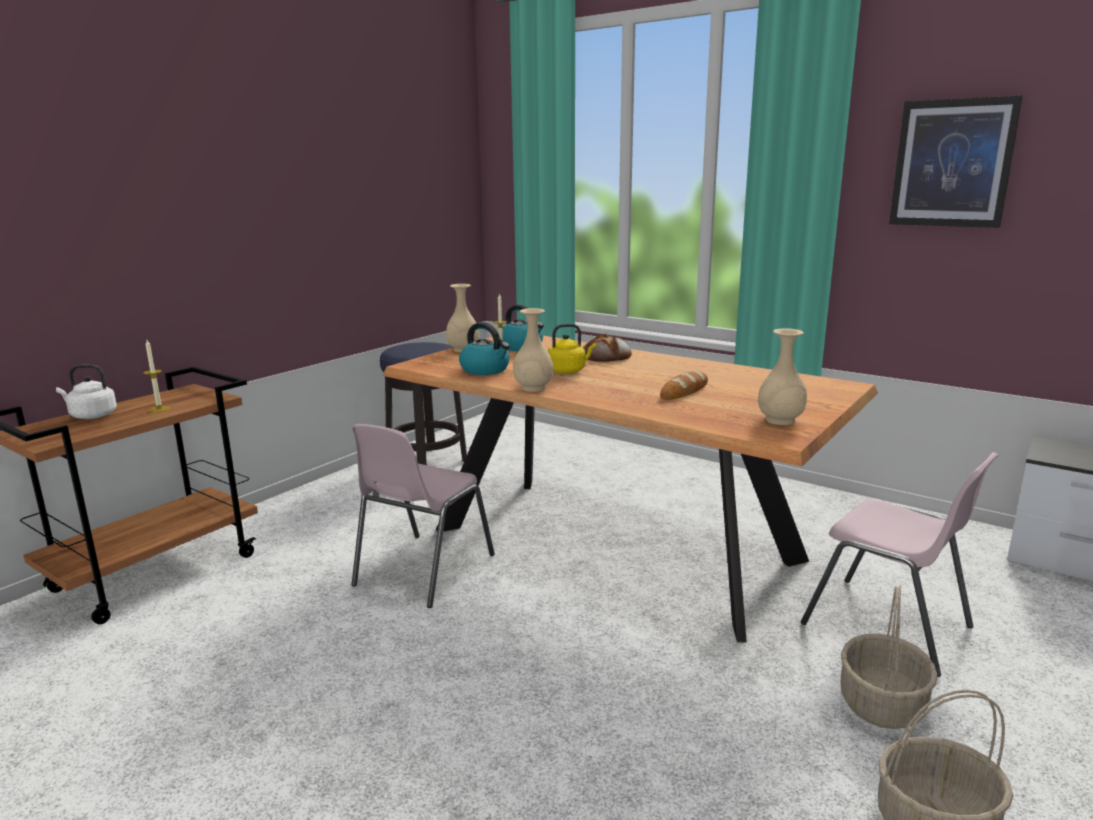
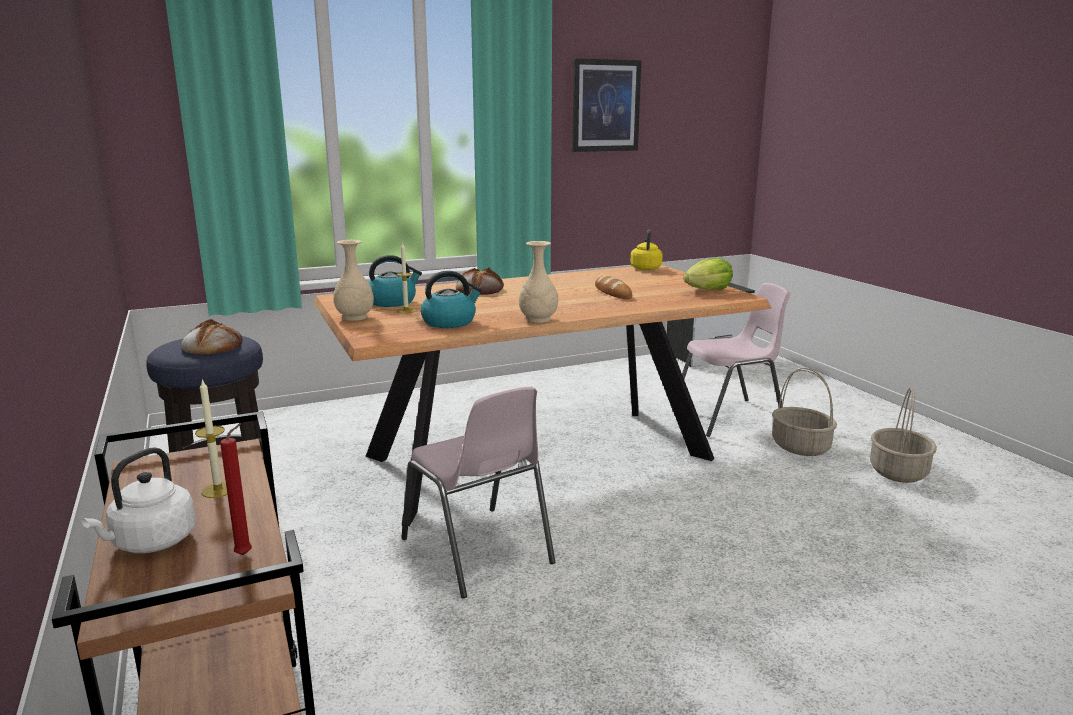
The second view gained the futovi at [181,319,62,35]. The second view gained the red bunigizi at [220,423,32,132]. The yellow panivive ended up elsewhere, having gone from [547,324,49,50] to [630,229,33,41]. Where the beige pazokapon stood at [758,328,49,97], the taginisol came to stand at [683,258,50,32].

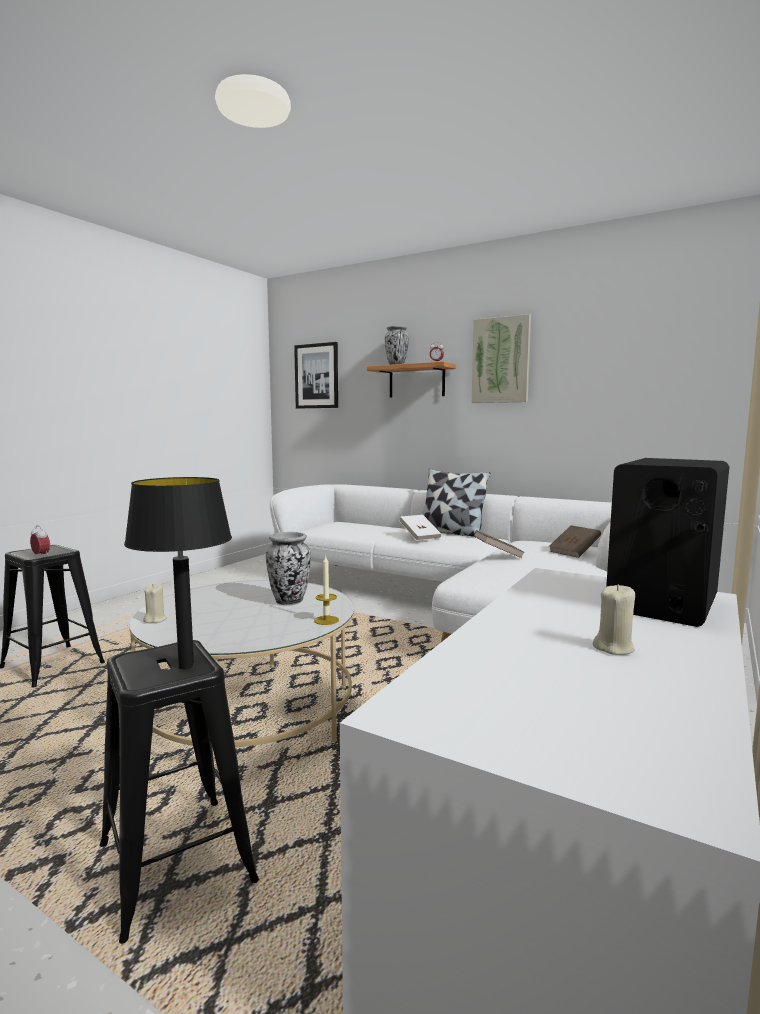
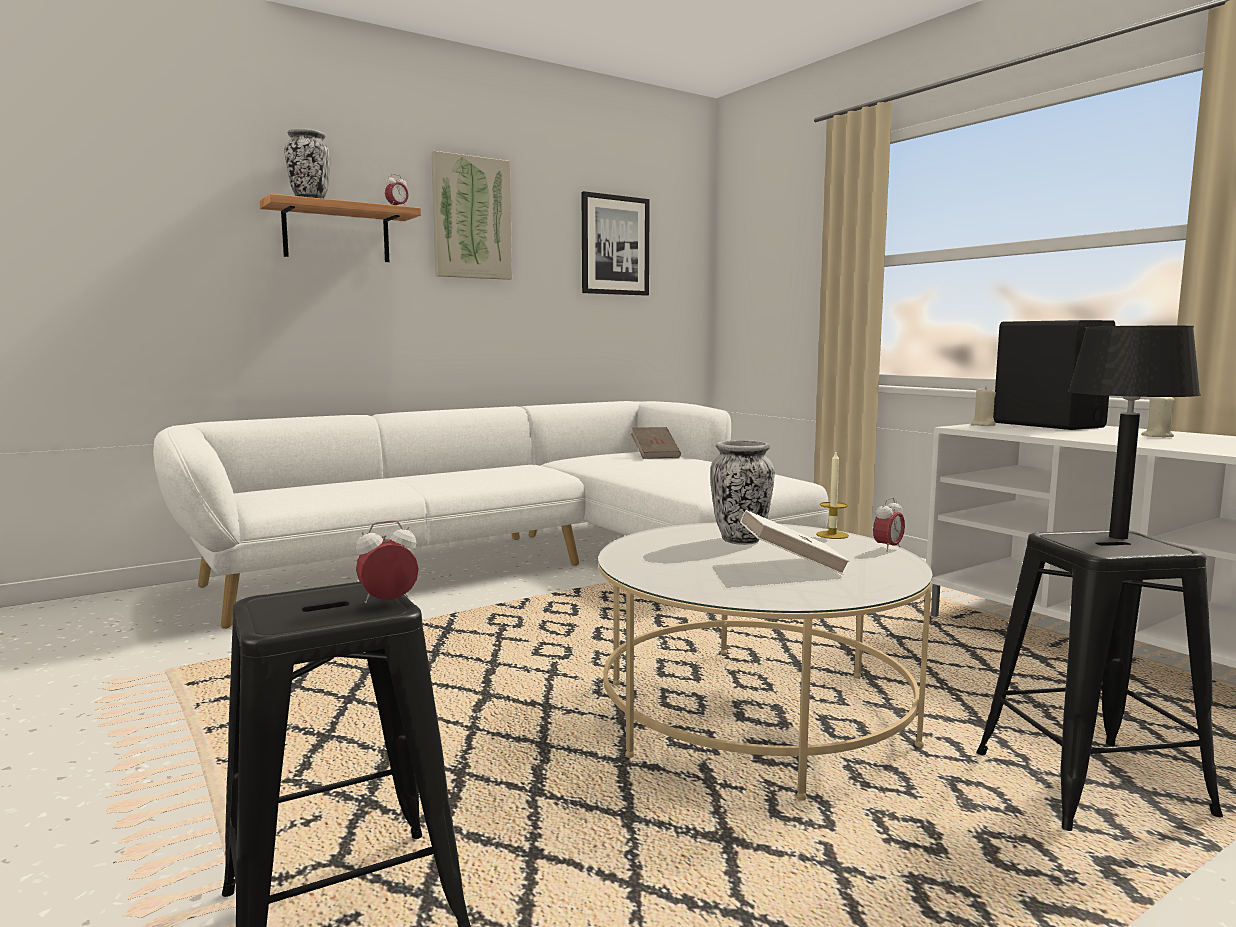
The second view lost the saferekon at [422,469,68,68]. The second view lost the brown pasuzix at [474,530,51,28]. The second view gained the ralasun at [873,498,32,54]. The beige bunigizi ended up elsewhere, having gone from [143,584,24,39] to [971,386,25,40]. The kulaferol ended up elsewhere, having gone from [294,342,44,66] to [582,191,68,105]. The white pasuzix ended up elsewhere, having gone from [399,515,42,26] to [740,510,110,65].

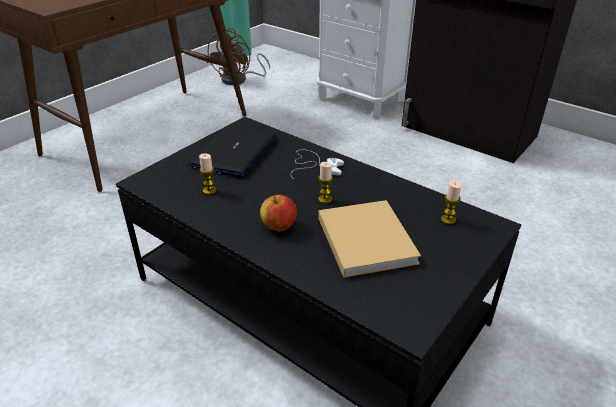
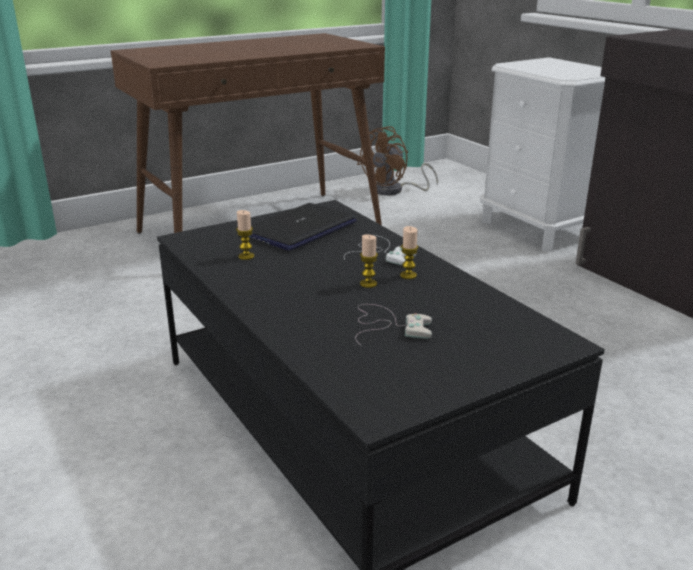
The second view lost the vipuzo at [260,195,37,37]. The bunigizi ended up elsewhere, having gone from [441,180,21,44] to [400,226,18,53]. Where the beige pasuzix stood at [318,200,103,78], the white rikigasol came to stand at [355,304,77,42].

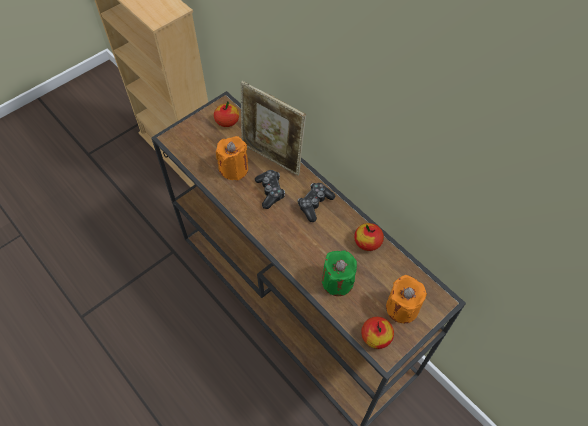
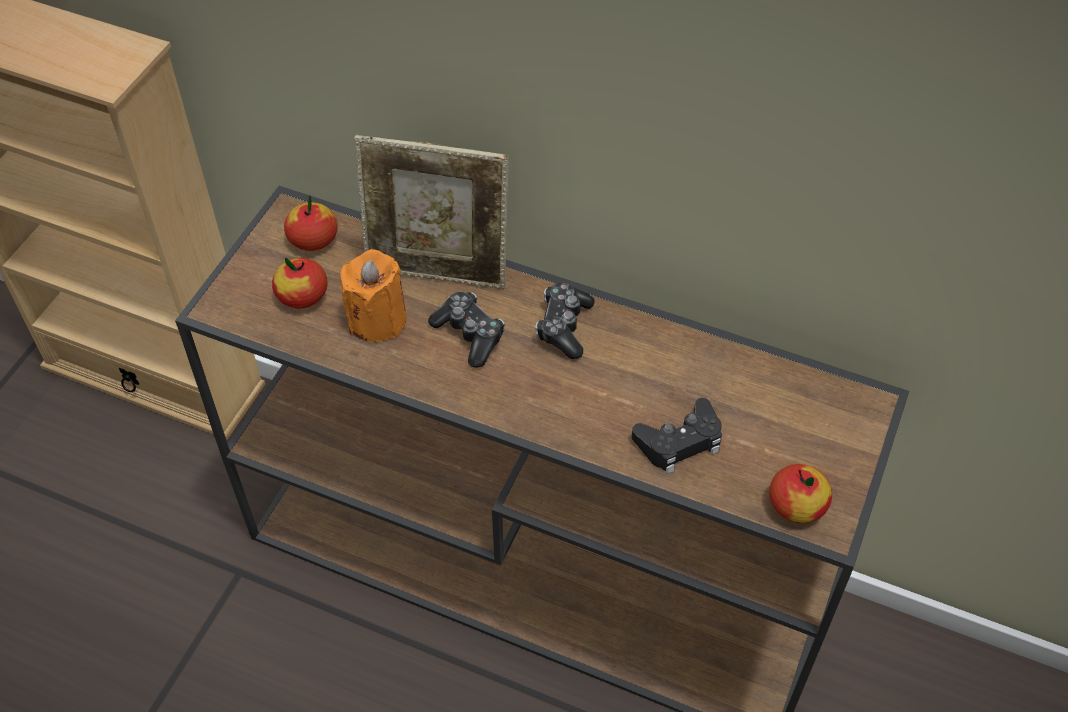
The second view lost the orange bunigizi at [386,275,41,48]. The vipuzo ended up elsewhere, having gone from [354,223,30,28] to [272,258,55,50]. Where the green bunigizi stood at [322,250,35,46], the black rikigasol came to stand at [632,398,90,76].

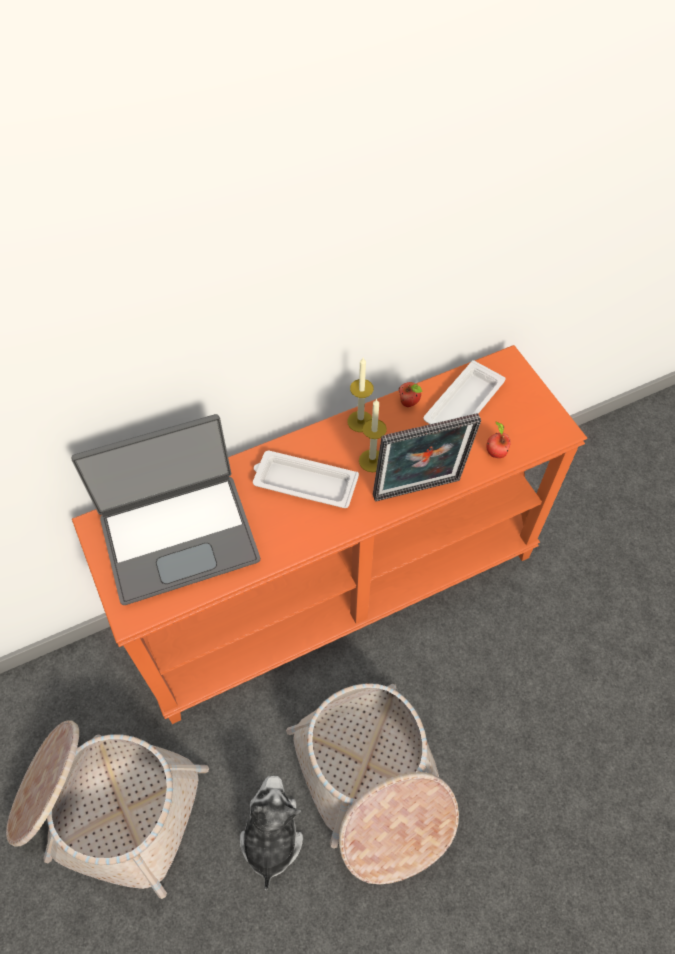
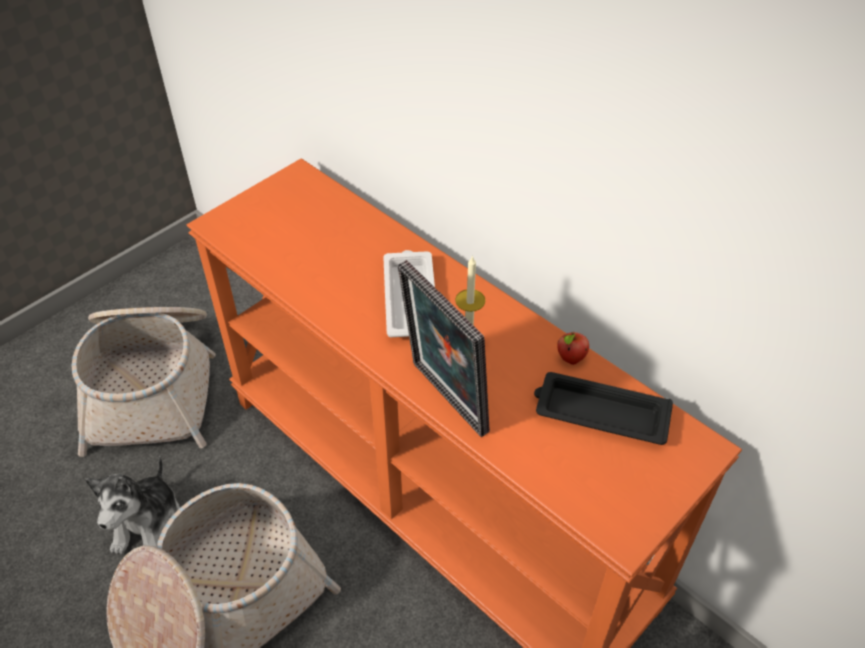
The second view lost the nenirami at [71,414,189,191]. The second view lost the bunigizi at [348,358,26,74]. The second view lost the vipuzo at [486,422,25,36]. What was the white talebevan at [423,360,83,64] turned into the black talebevan at [534,372,139,73]. The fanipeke at [240,775,63,116] ended up facing another way, 120 degrees clockwise from before.

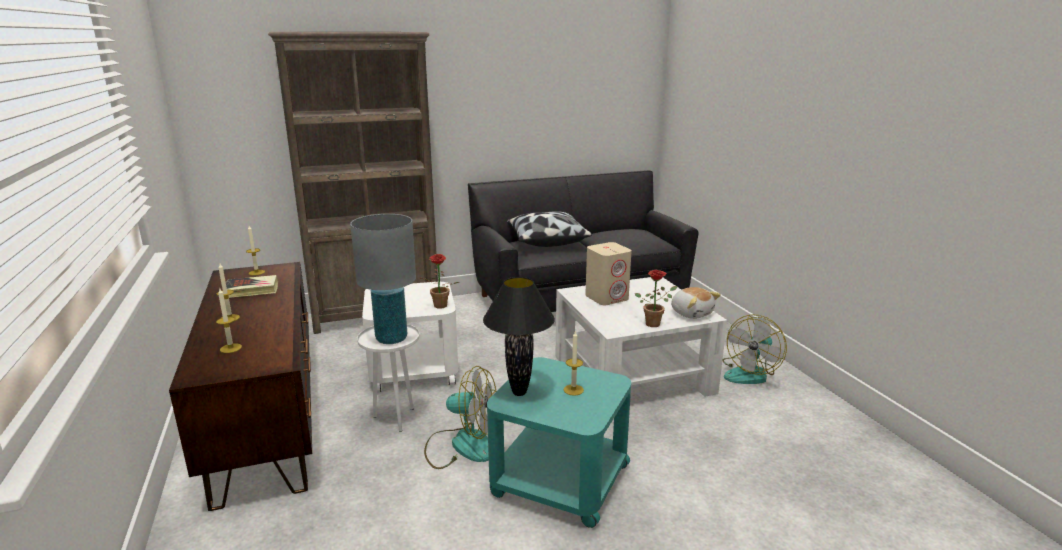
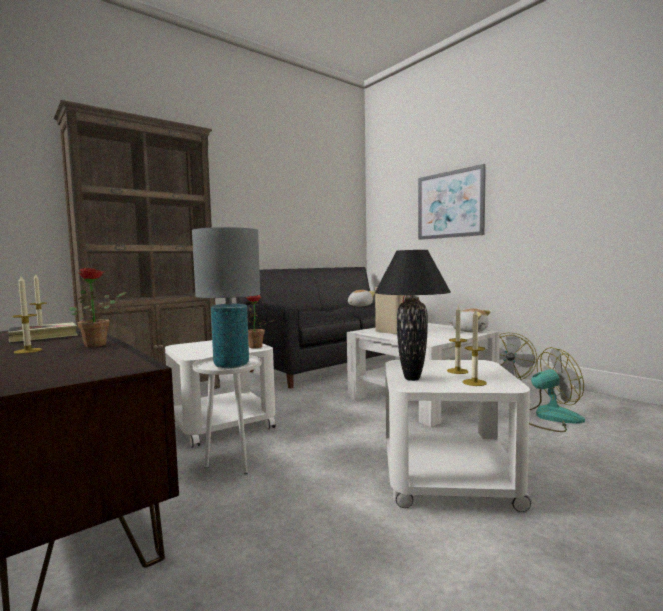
The second view lost the saferekon at [507,211,85,36]. The second view gained the fanipeke at [348,290,27,16]. The second view gained the kulaferol at [418,164,68,76]. The bunigizi ended up elsewhere, having gone from [216,287,26,66] to [463,309,24,77]. The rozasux ended up elsewhere, having gone from [424,366,73,103] to [529,347,56,85]. The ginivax ended up elsewhere, having gone from [635,270,42,57] to [69,268,57,79]. What was the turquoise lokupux at [487,357,144,171] turned into the white lokupux at [385,360,147,152].

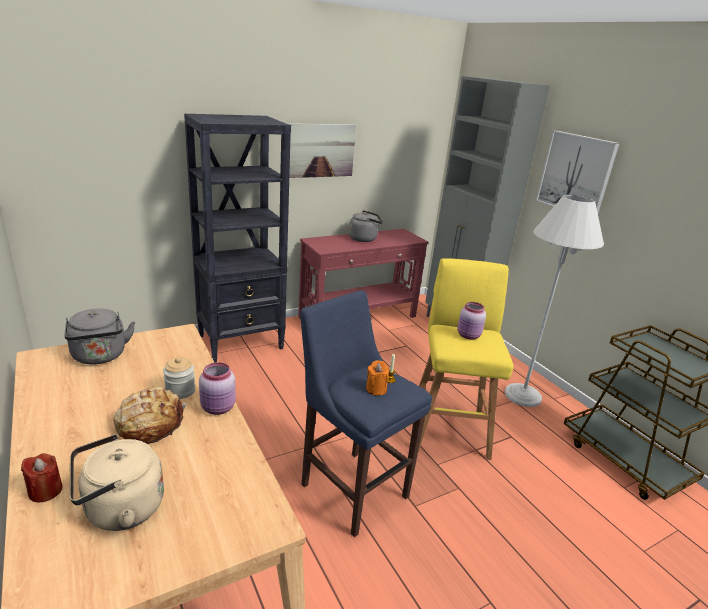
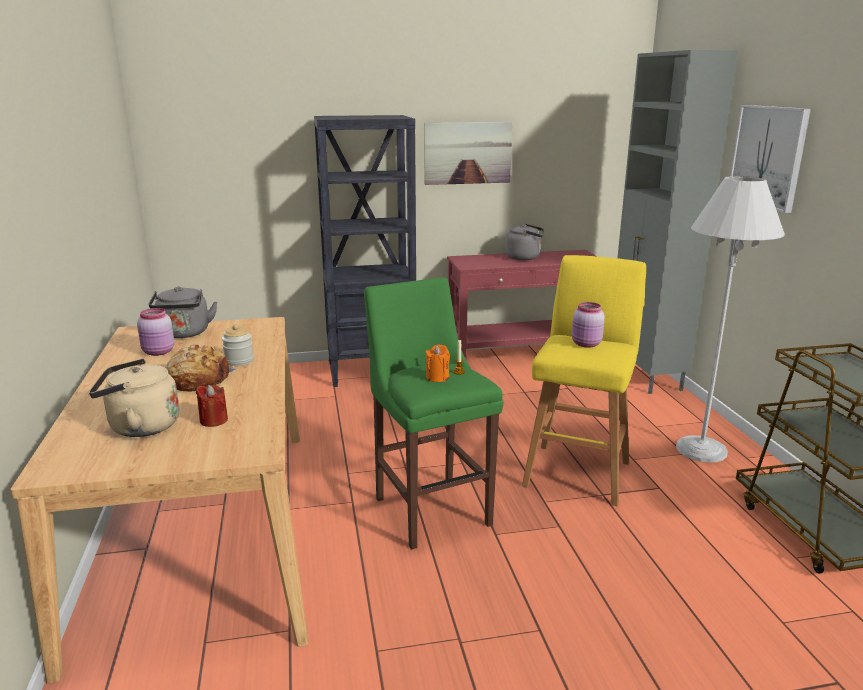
The red bunigizi ended up elsewhere, having gone from [21,453,41,49] to [196,385,32,42]. The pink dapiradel ended up elsewhere, having gone from [199,362,37,53] to [137,308,37,48]. What was the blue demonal at [300,290,132,247] turned into the green demonal at [364,277,139,273].

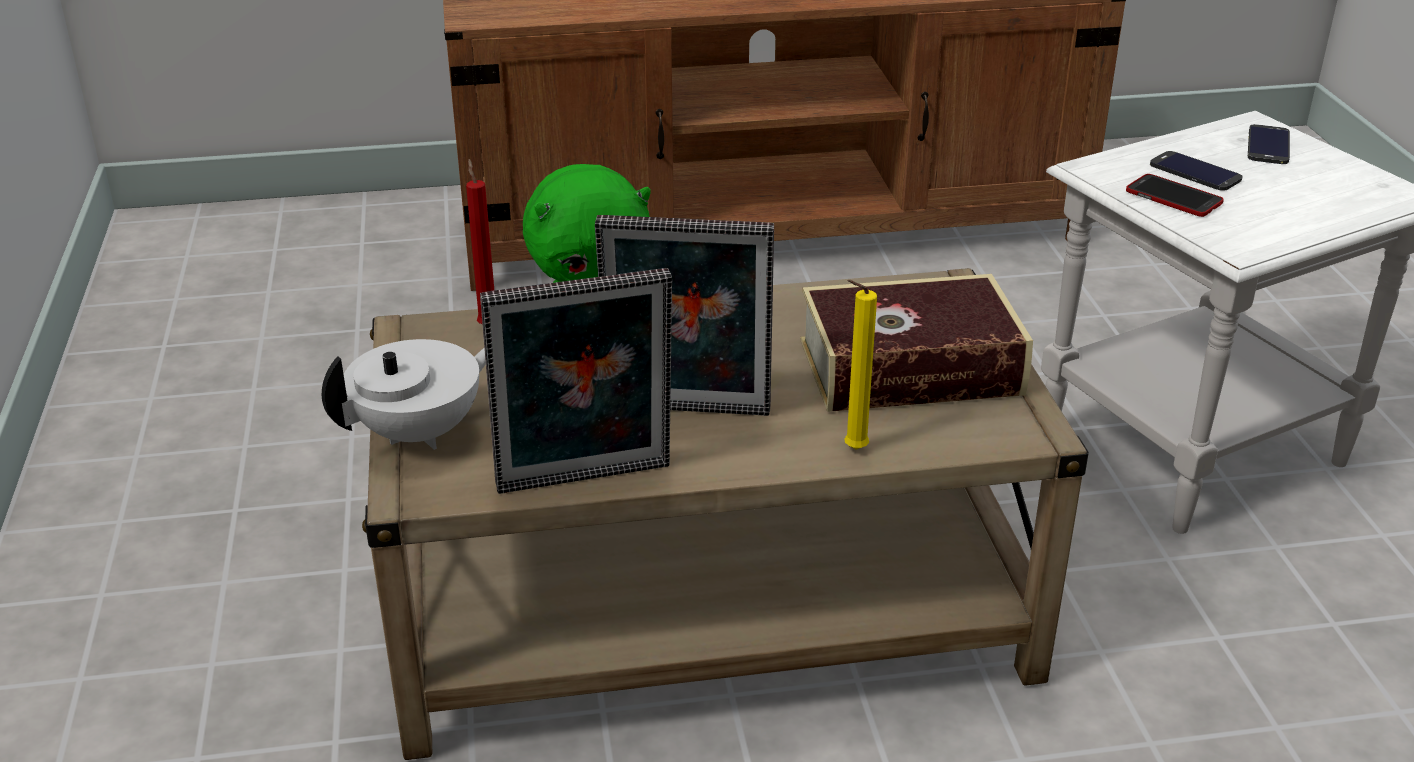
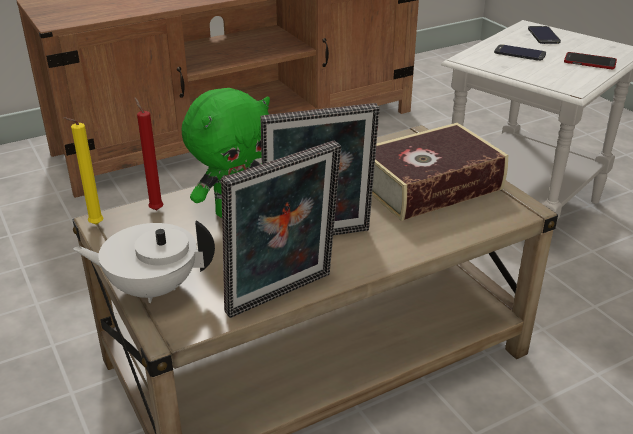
The yellow bunigizi ended up elsewhere, having gone from [844,280,33,170] to [63,117,41,108]. The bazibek ended up elsewhere, having gone from [1126,174,98,43] to [564,52,53,17]. The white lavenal at [322,339,164,111] ended up facing another way, 120 degrees counterclockwise from before.

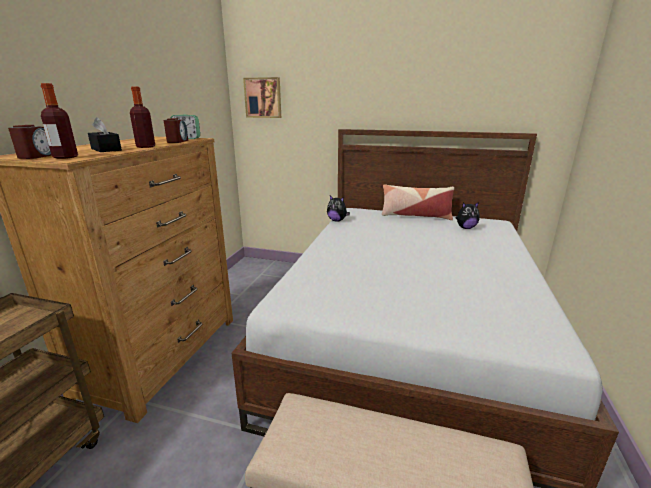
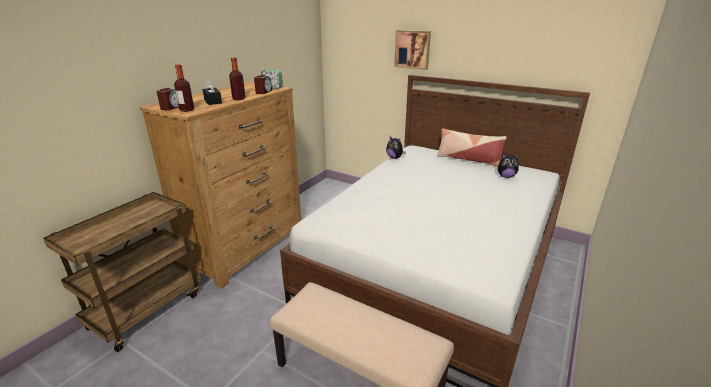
The kulaferol ended up elsewhere, having gone from [243,77,38,41] to [394,30,37,40].

